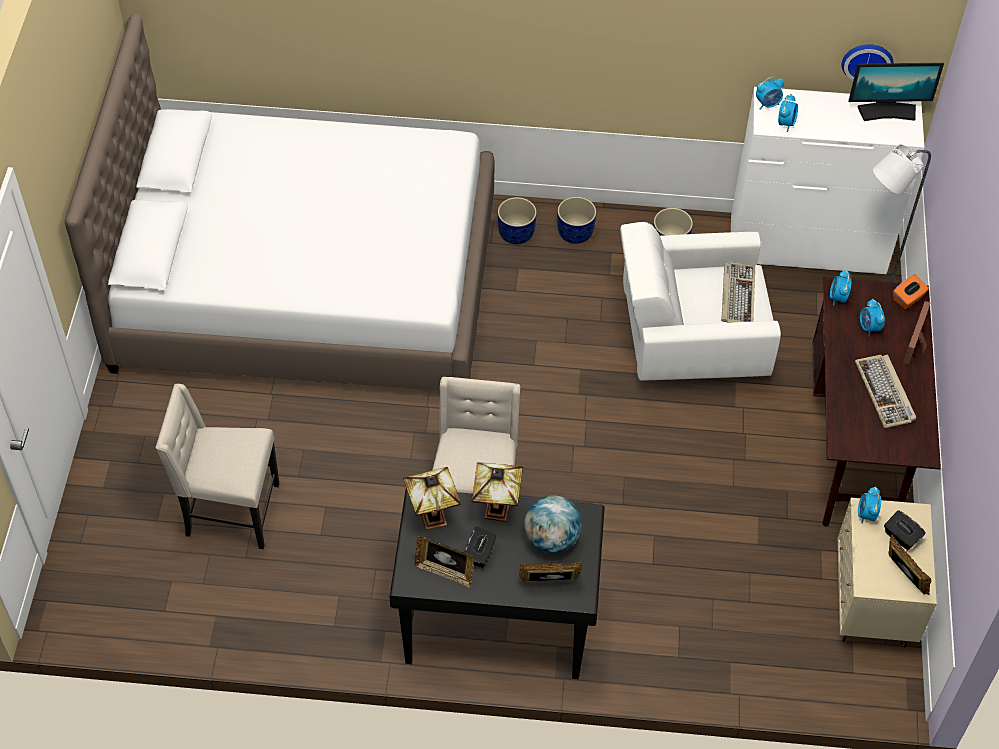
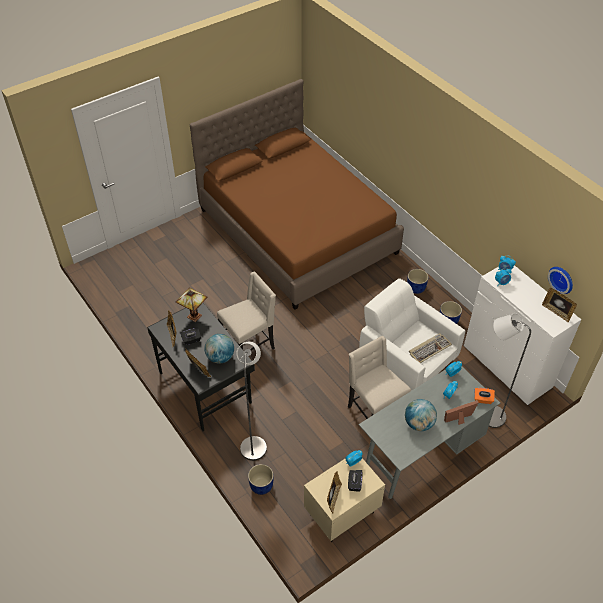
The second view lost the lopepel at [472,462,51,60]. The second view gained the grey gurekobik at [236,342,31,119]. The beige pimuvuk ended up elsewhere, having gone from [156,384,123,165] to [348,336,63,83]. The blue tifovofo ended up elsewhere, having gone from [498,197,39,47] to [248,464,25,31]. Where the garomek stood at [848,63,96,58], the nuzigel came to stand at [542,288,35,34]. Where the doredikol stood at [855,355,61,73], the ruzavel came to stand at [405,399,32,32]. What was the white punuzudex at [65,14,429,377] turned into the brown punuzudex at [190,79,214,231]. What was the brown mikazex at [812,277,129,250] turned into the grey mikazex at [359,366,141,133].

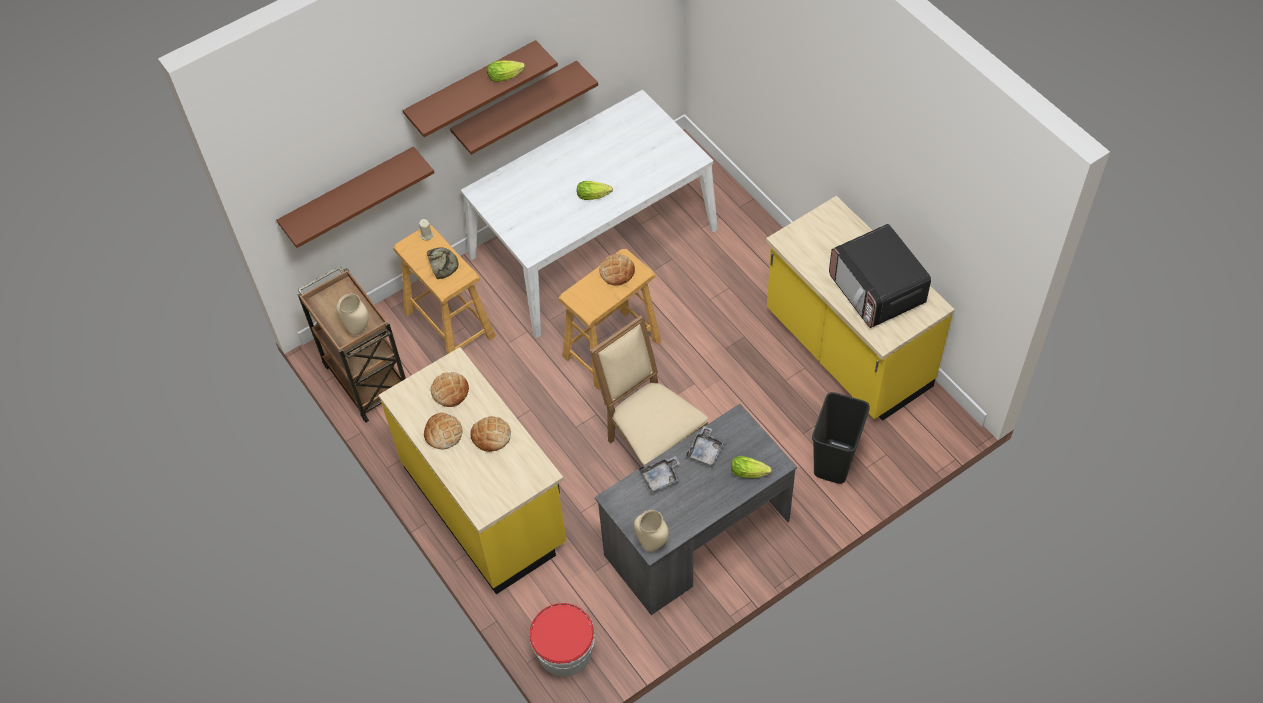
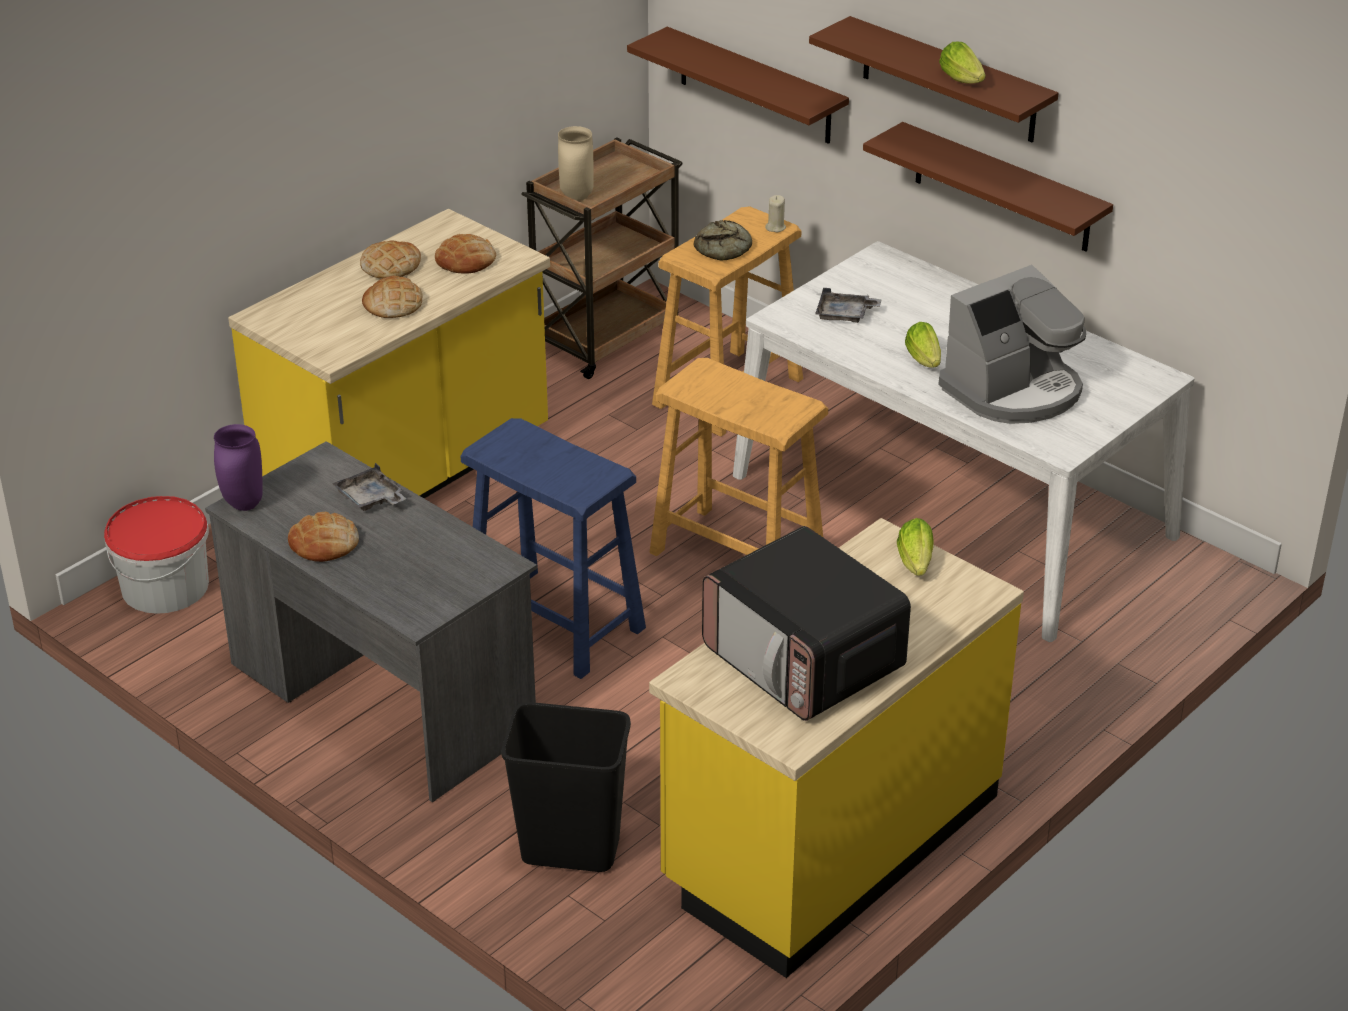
The second view gained the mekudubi at [938,265,148,159]. The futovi ended up elsewhere, having gone from [599,254,36,32] to [288,512,71,50]. The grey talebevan ended up elsewhere, having gone from [686,426,39,40] to [815,288,67,35]. The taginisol ended up elsewhere, having gone from [731,456,41,22] to [897,518,37,58]. Where the beige pimuvuk stood at [590,315,118,151], the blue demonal came to stand at [461,418,185,261]. What was the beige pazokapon at [634,510,35,42] turned into the purple pazokapon at [214,424,49,87]. The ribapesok at [829,224,102,104] ended up facing another way, 90 degrees counterclockwise from before.

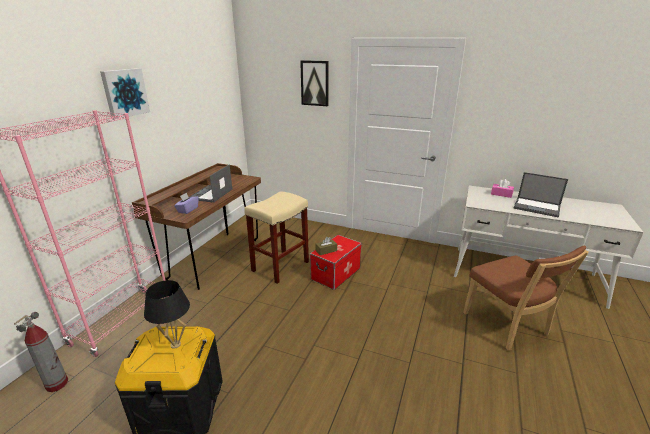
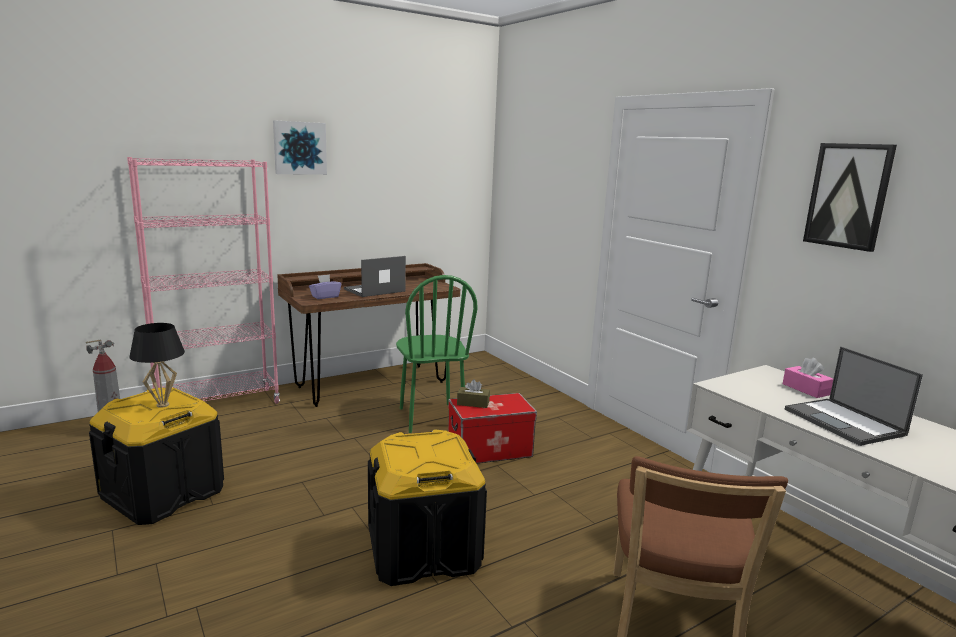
The second view gained the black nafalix at [368,429,119,157]. The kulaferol ended up elsewhere, having gone from [300,60,29,46] to [803,143,94,109]. Where the beige demonal stood at [244,191,65,93], the green pimuvuk came to stand at [396,275,82,158].

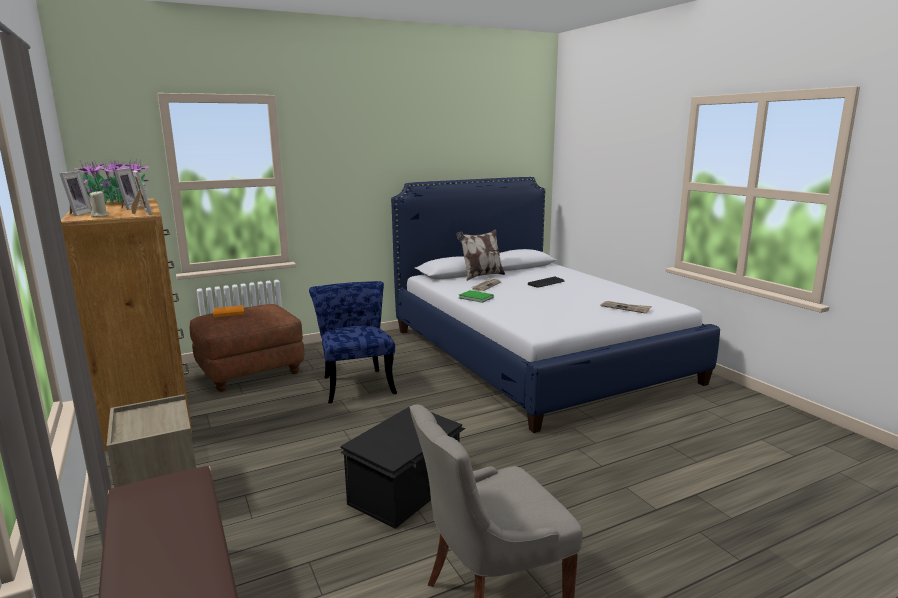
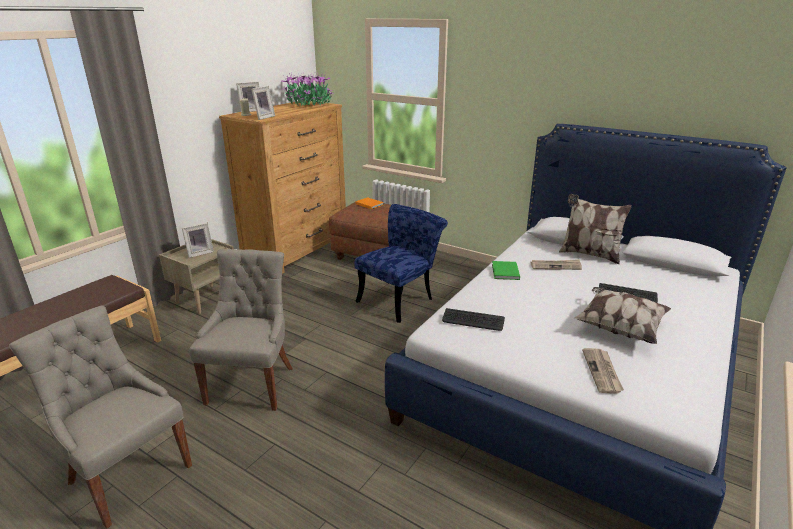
The second view gained the doredikol at [442,308,63,23]. The second view gained the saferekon at [574,287,97,57]. The nuzigel ended up elsewhere, having gone from [114,168,28,42] to [182,223,32,35]. Where the black nafalix stood at [340,405,125,124], the grey pimuvuk came to stand at [189,249,104,162].

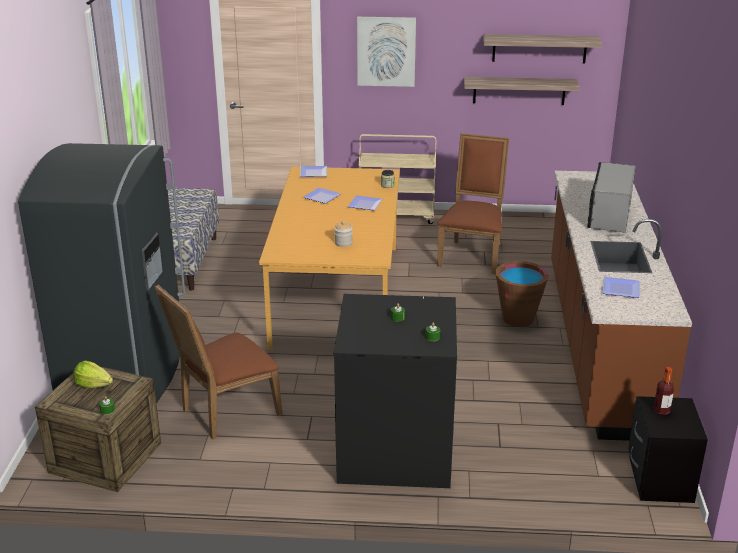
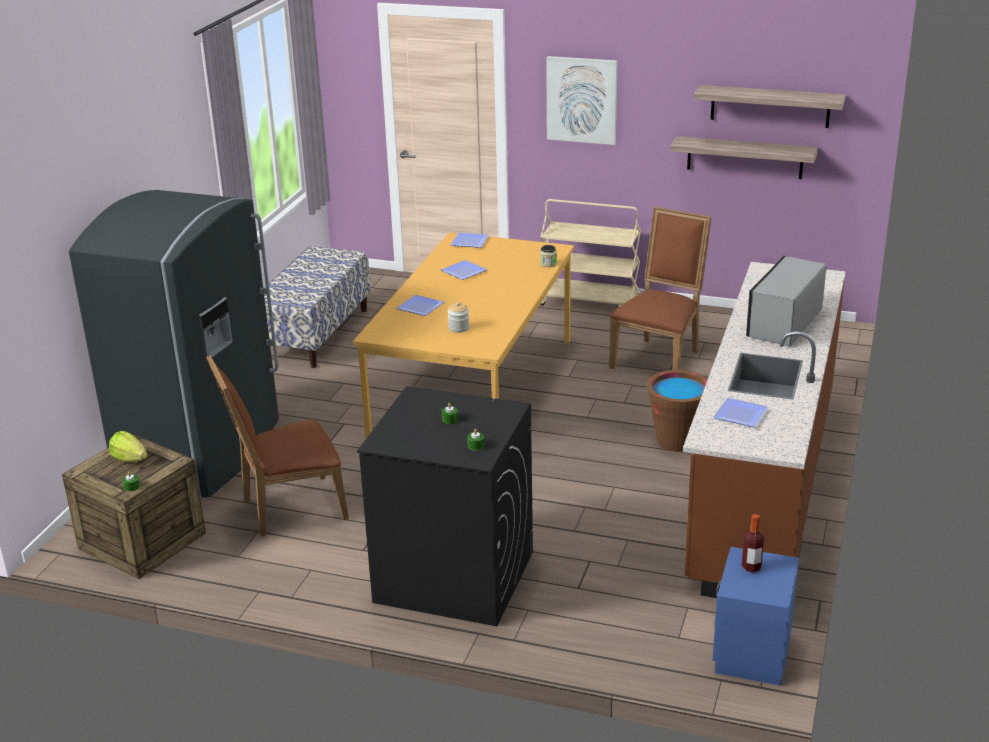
The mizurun ended up elsewhere, having gone from [347,195,36,16] to [396,295,48,21]. What was the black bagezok at [628,396,80,107] turned into the blue bagezok at [713,547,86,139].

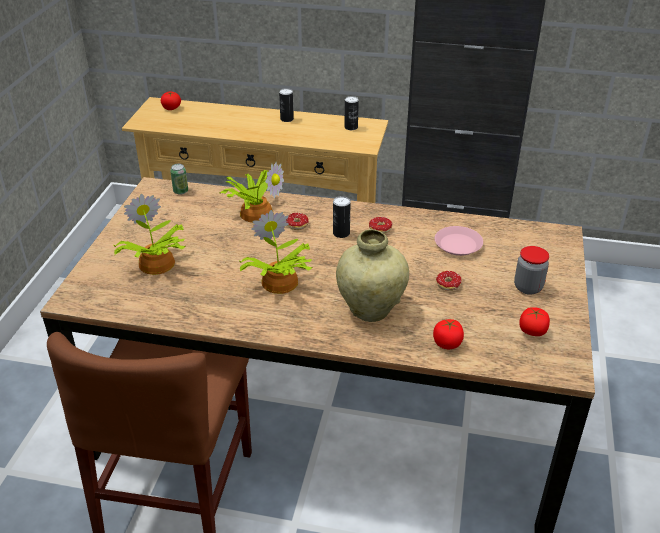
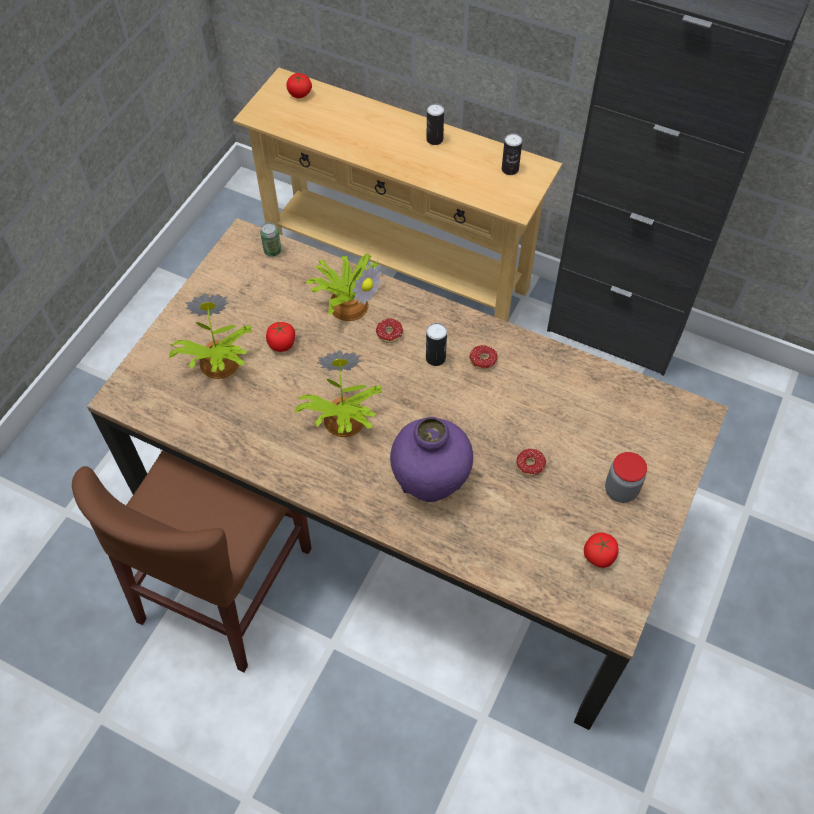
The second view lost the pink mizurun at [435,226,48,30]. The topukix ended up elsewhere, having gone from [433,319,31,30] to [266,322,29,30]. What was the beige pazokapon at [336,229,73,93] turned into the purple pazokapon at [390,417,83,85].

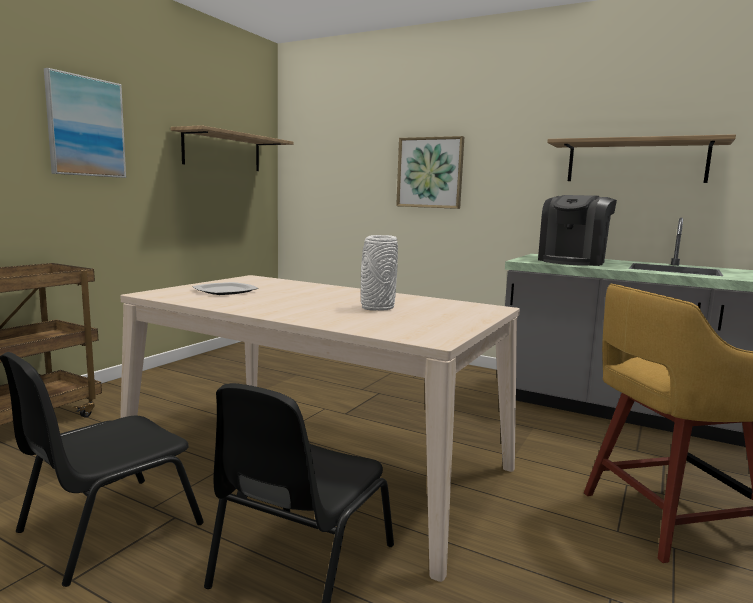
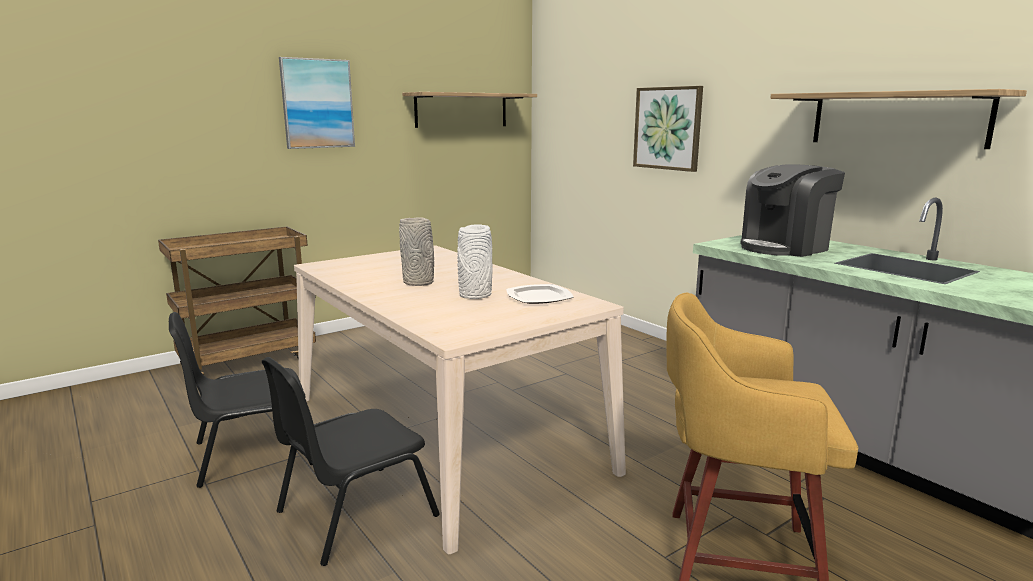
The second view gained the grey pazokapon at [399,217,35,69]. The mizurun ended up elsewhere, having gone from [192,282,67,13] to [506,284,68,20].

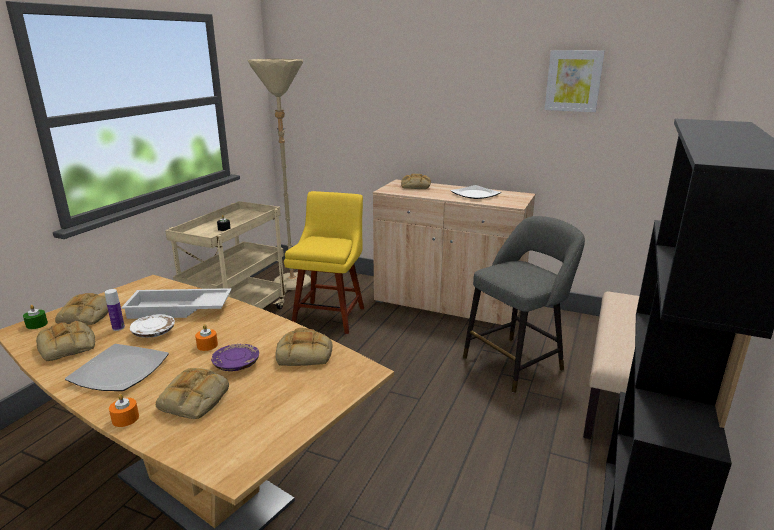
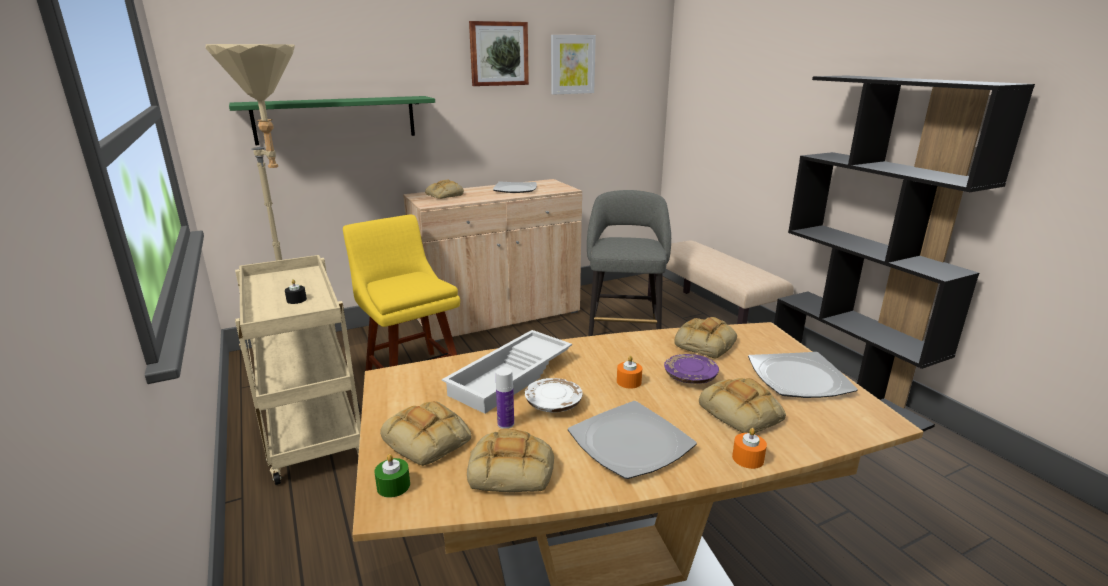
The second view gained the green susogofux at [229,96,206,50]. The second view gained the kulaferol at [469,21,60,65]. The second view gained the mizurun at [748,352,110,46].

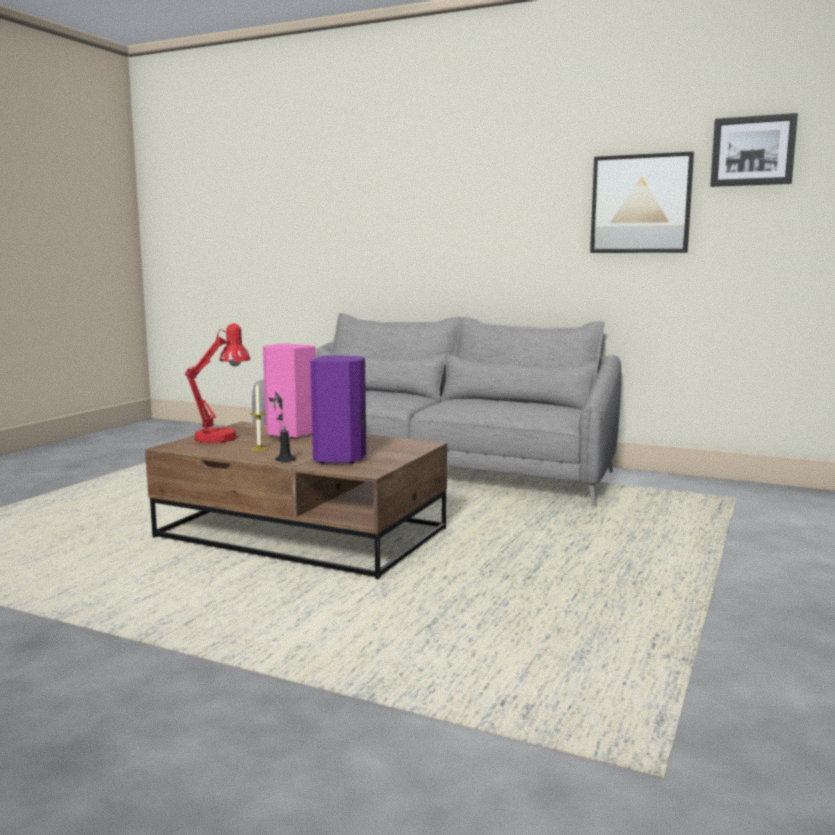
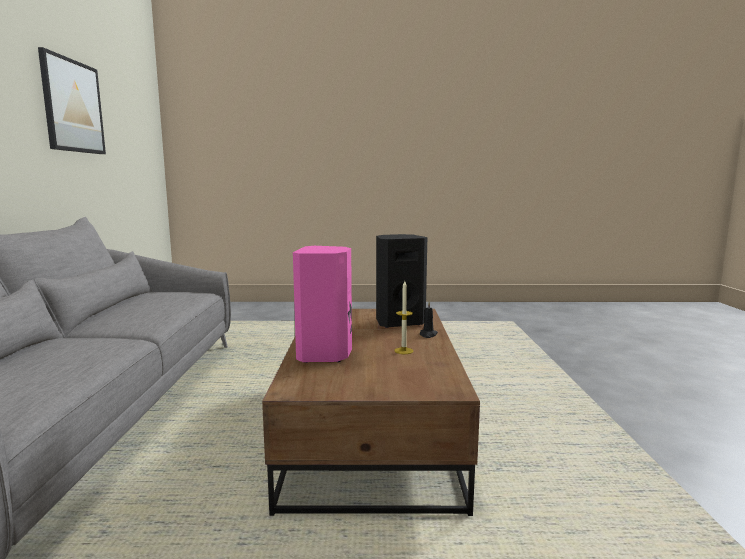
The second view lost the red lopepel at [185,323,66,120]. The second view lost the kulaferol at [710,113,88,74]. What was the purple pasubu at [310,355,56,108] turned into the black pasubu at [376,234,51,94].

